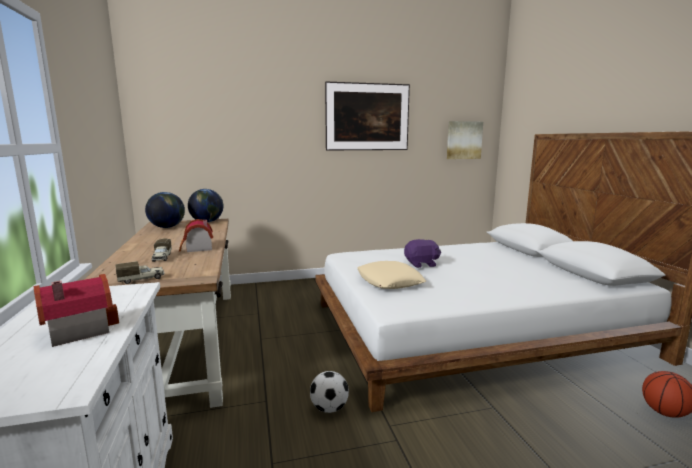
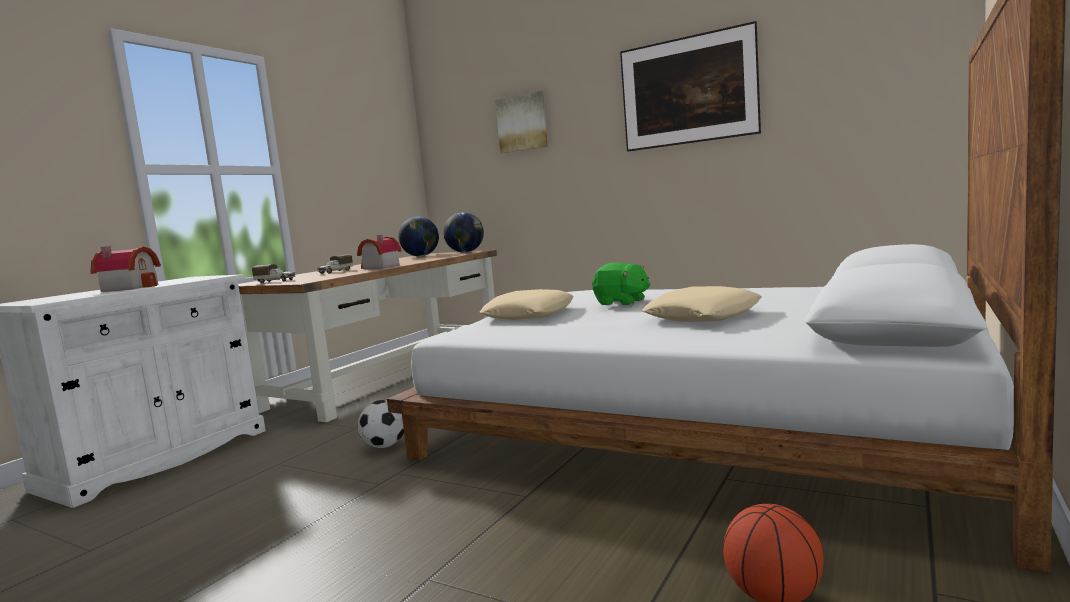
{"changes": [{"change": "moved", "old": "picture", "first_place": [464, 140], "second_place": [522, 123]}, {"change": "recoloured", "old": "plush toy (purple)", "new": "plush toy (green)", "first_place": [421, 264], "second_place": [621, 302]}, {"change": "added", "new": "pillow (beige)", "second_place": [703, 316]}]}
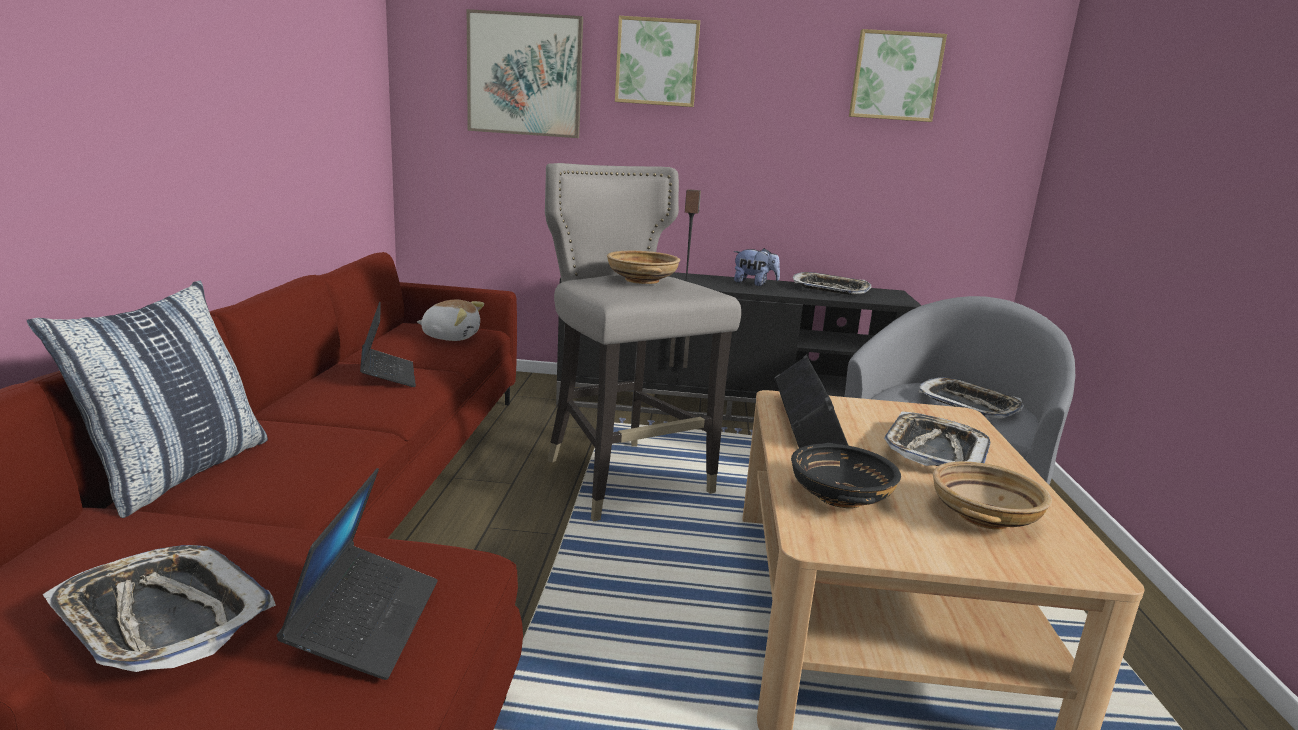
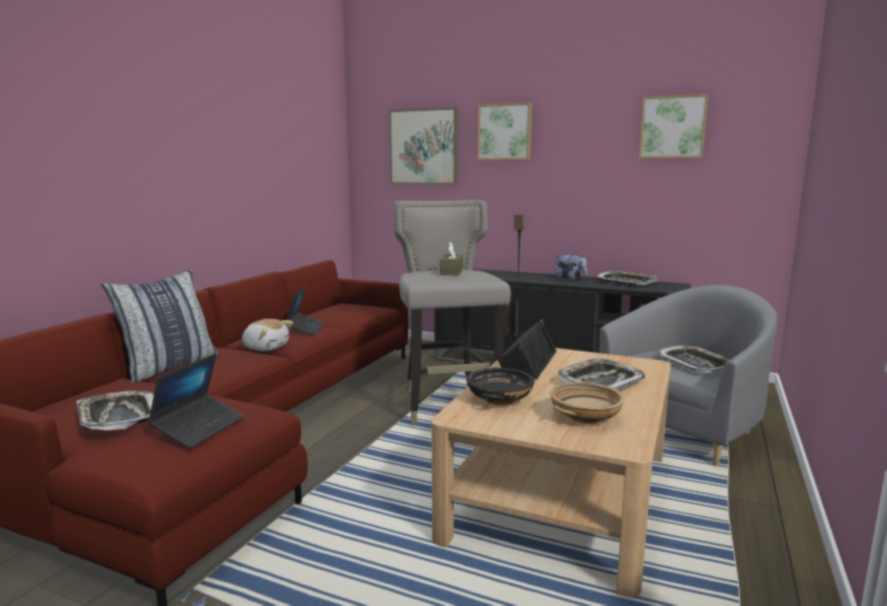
{"changes": [{"change": "moved", "old": "plush toy", "first_place": [451, 337], "second_place": [266, 347]}, {"change": "replaced", "old": "bowl (beige)", "new": "tissue box (brown)", "first_place": [642, 280], "second_place": [451, 272]}]}
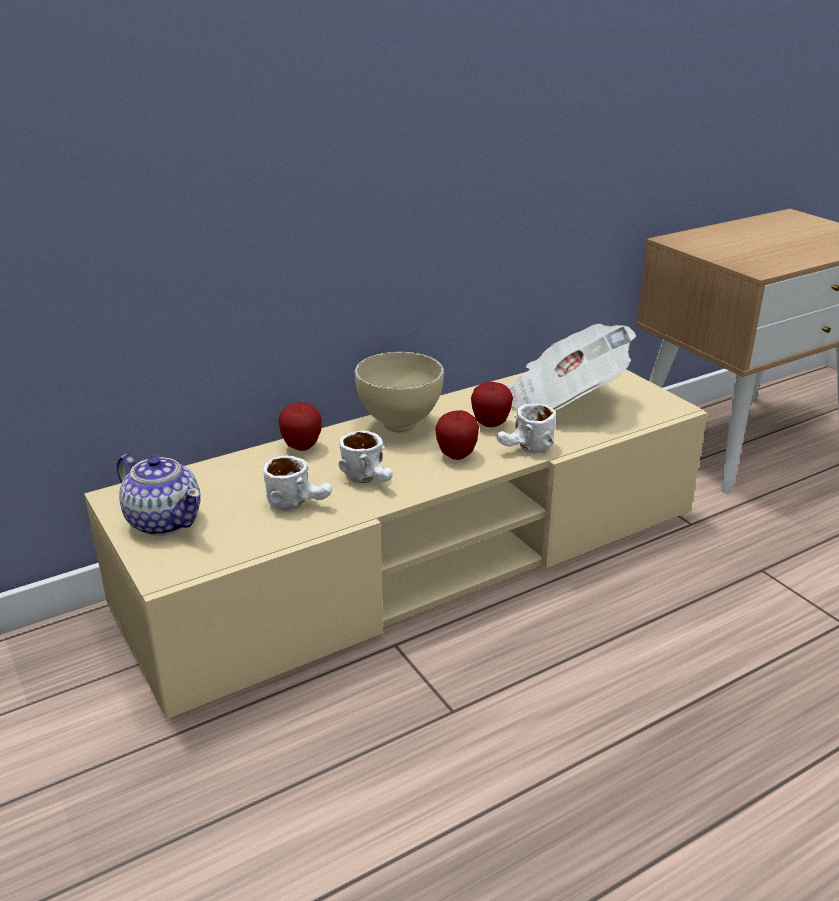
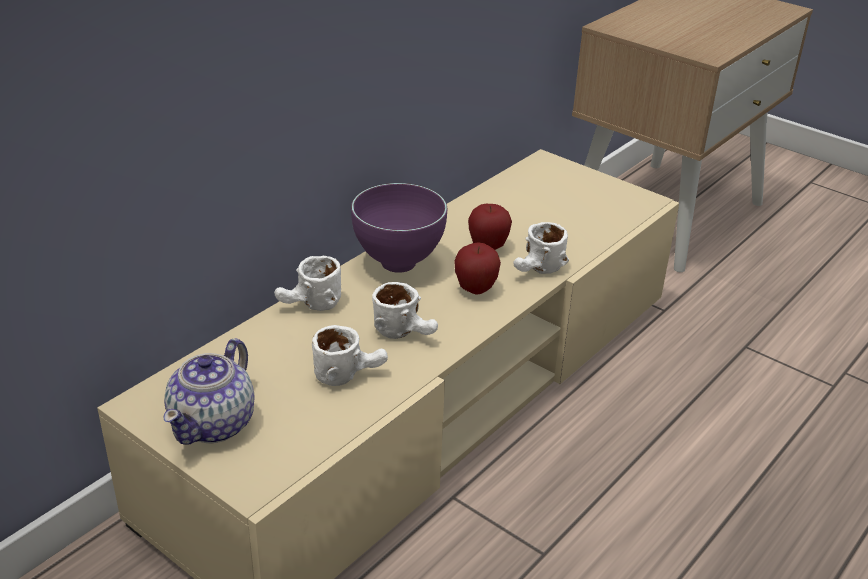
{"changes": [{"change": "turned", "old": "teapot", "first_place": [164, 520], "second_place": [214, 423], "degrees": 90}, {"change": "replaced", "old": "apple", "new": "mug (white)", "first_place": [301, 447], "second_place": [310, 306]}, {"change": "recoloured", "old": "bowl (beige)", "new": "bowl (purple)", "first_place": [398, 427], "second_place": [397, 266]}, {"change": "removed", "old": "newspaper", "first_place": [561, 401]}]}
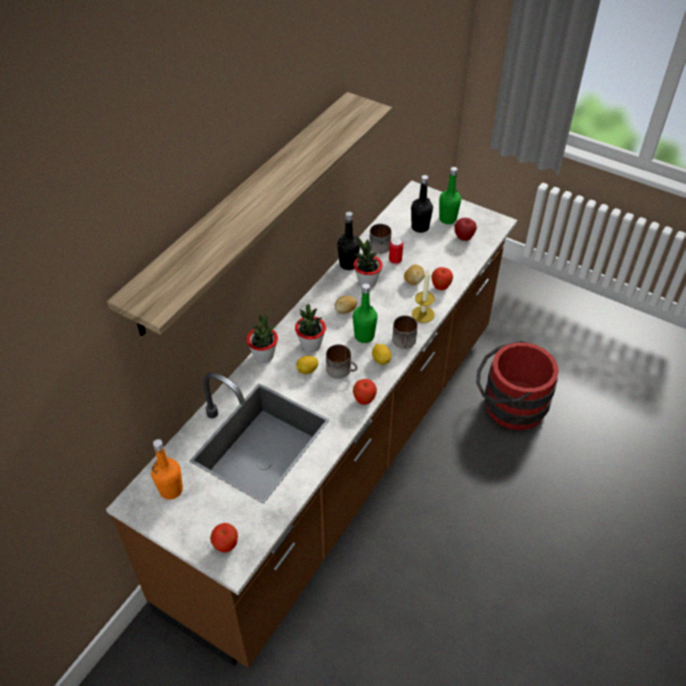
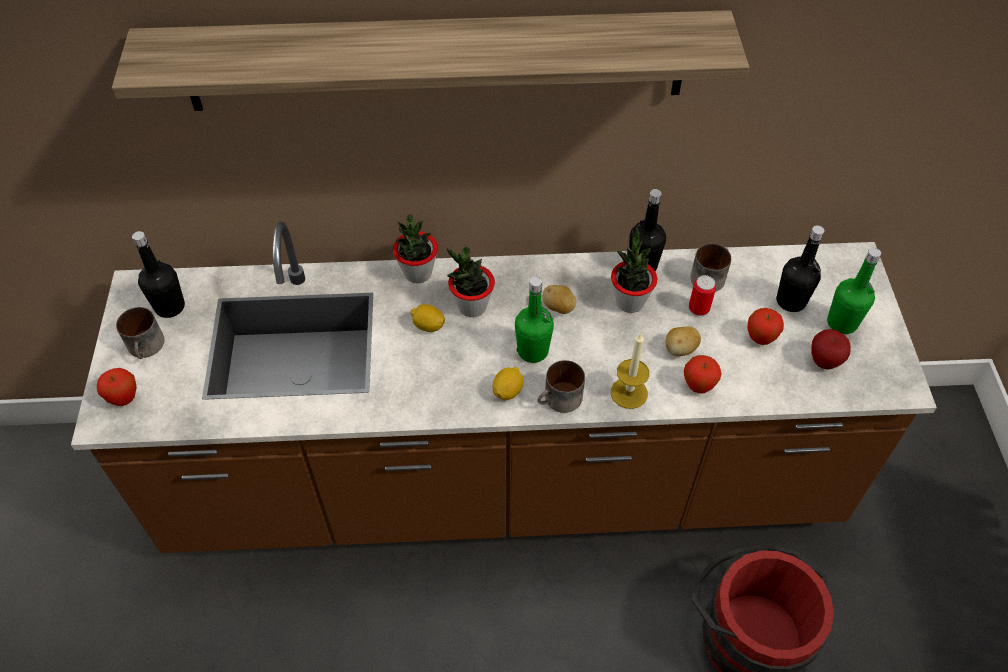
{"changes": [{"change": "moved", "old": "mug", "first_place": [342, 369], "second_place": [147, 347]}, {"change": "recoloured", "old": "bottle (orange)", "new": "bottle (black)", "first_place": [171, 490], "second_place": [170, 307]}, {"change": "moved", "old": "apple", "first_place": [364, 400], "second_place": [760, 338]}]}
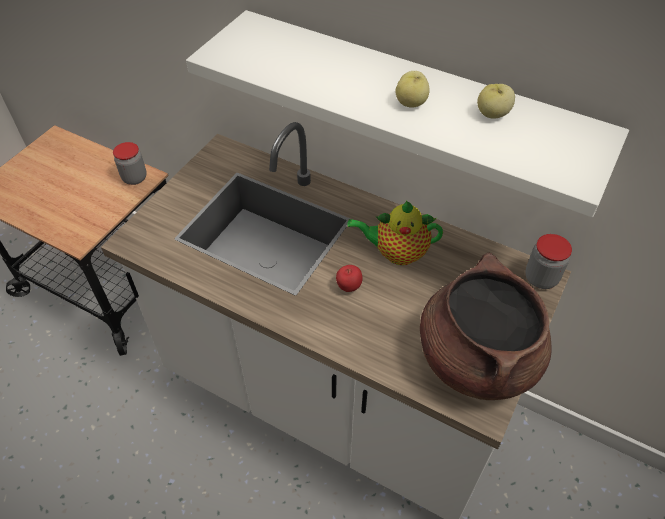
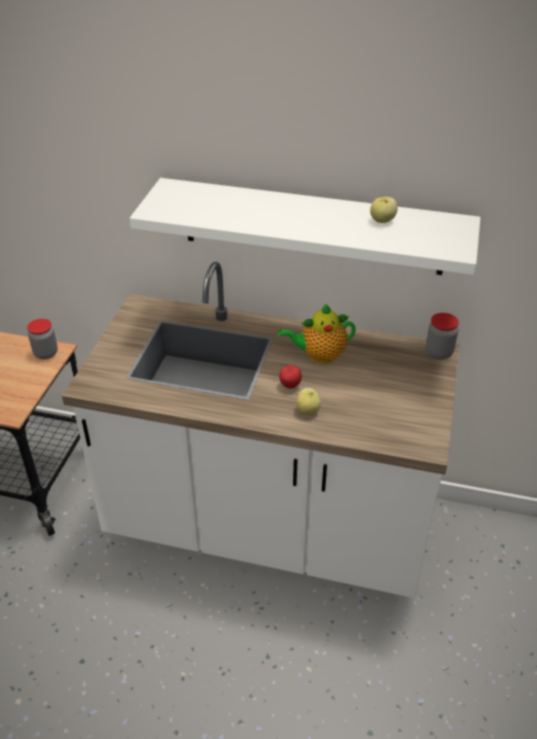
{"changes": [{"change": "moved", "old": "apple", "first_place": [411, 103], "second_place": [308, 410]}, {"change": "removed", "old": "cooking pot (brown)", "first_place": [476, 358]}]}
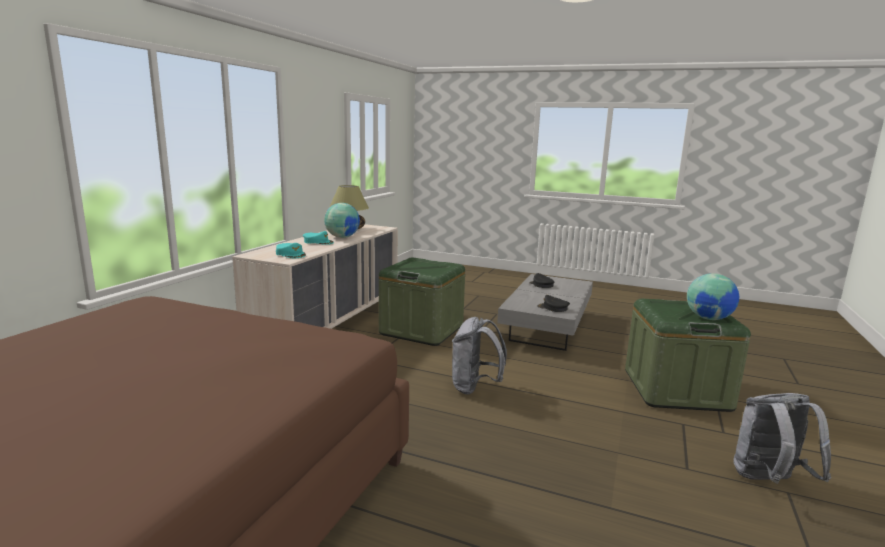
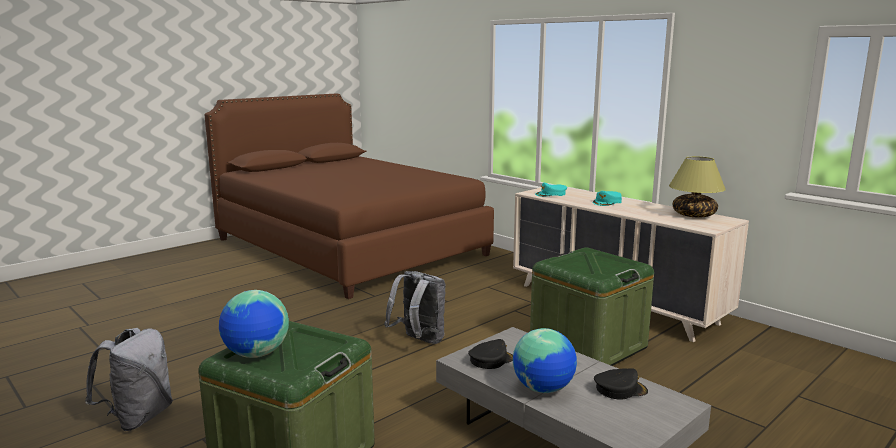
{"changes": [{"change": "moved", "old": "globe", "first_place": [342, 237], "second_place": [543, 389]}]}
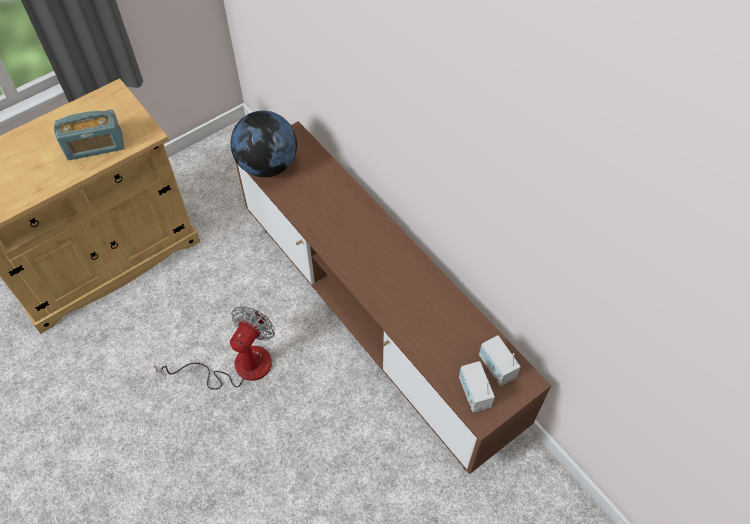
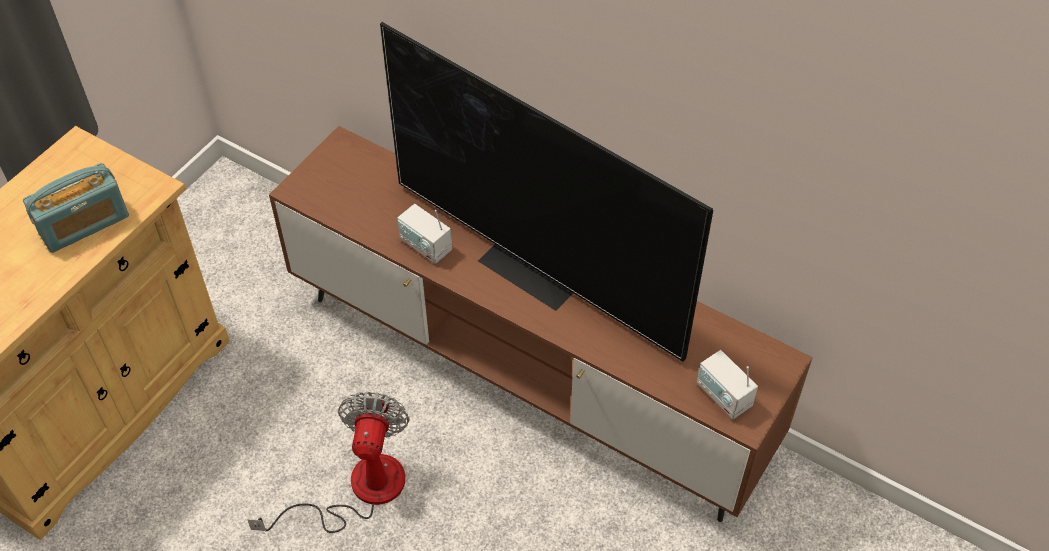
{"changes": [{"change": "added", "new": "television", "second_place": [535, 269]}, {"change": "moved", "old": "radio", "first_place": [496, 367], "second_place": [425, 246]}, {"change": "removed", "old": "globe", "first_place": [267, 165]}]}
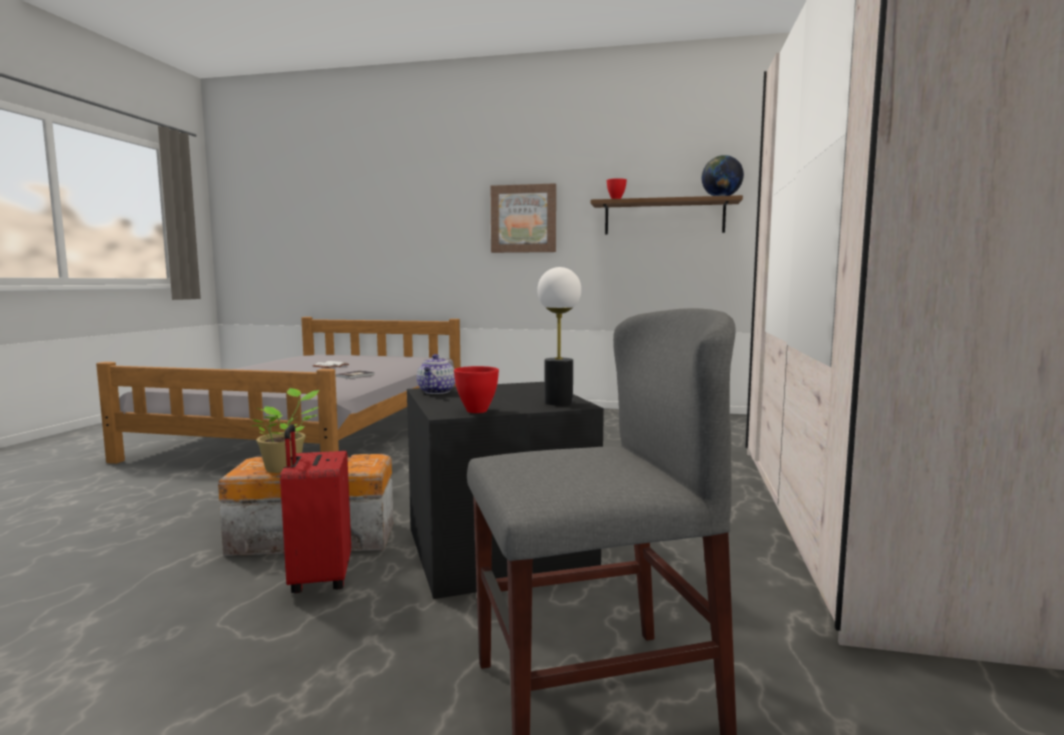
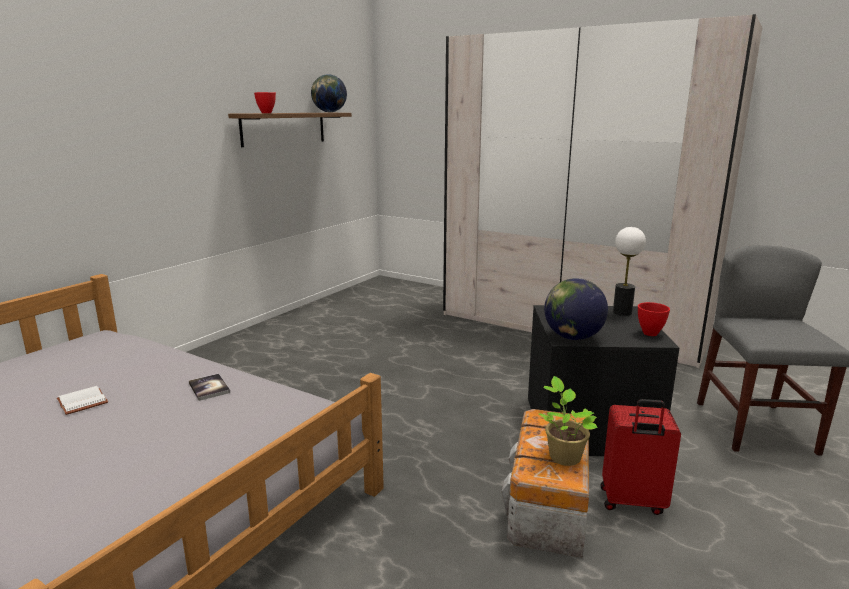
{"changes": [{"change": "replaced", "old": "teapot", "new": "globe", "first_place": [436, 392], "second_place": [573, 337]}, {"change": "removed", "old": "picture", "first_place": [523, 219]}]}
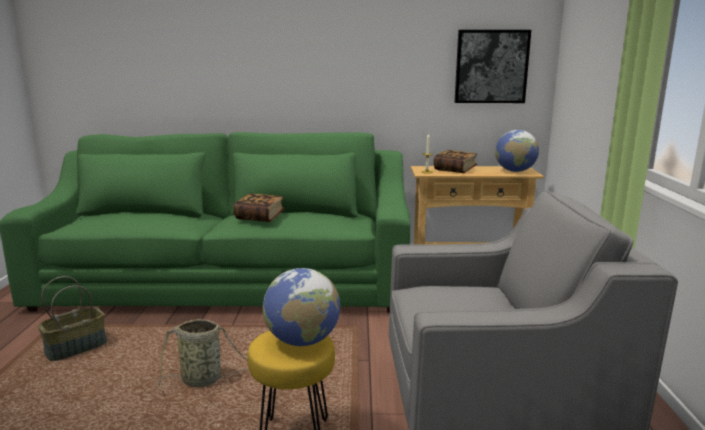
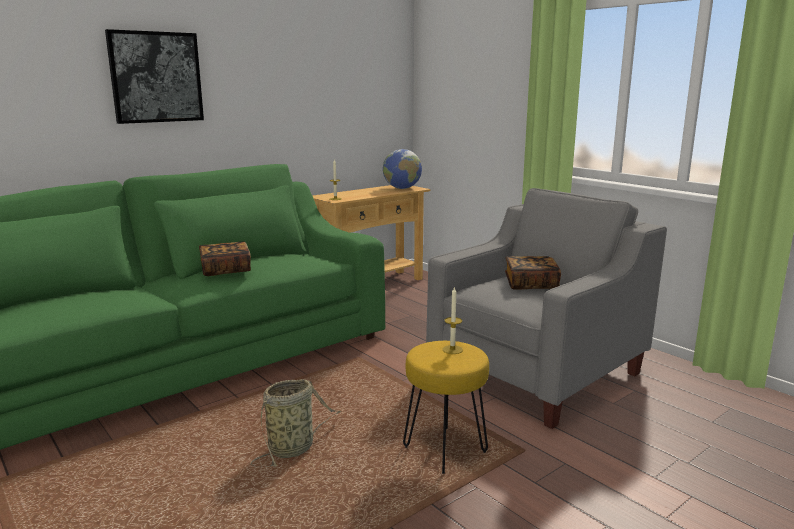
{"changes": [{"change": "moved", "old": "picture", "first_place": [491, 67], "second_place": [156, 77]}, {"change": "replaced", "old": "globe", "new": "candle", "first_place": [302, 341], "second_place": [452, 349]}, {"change": "moved", "old": "book", "first_place": [455, 170], "second_place": [531, 284]}, {"change": "removed", "old": "basket", "first_place": [76, 347]}]}
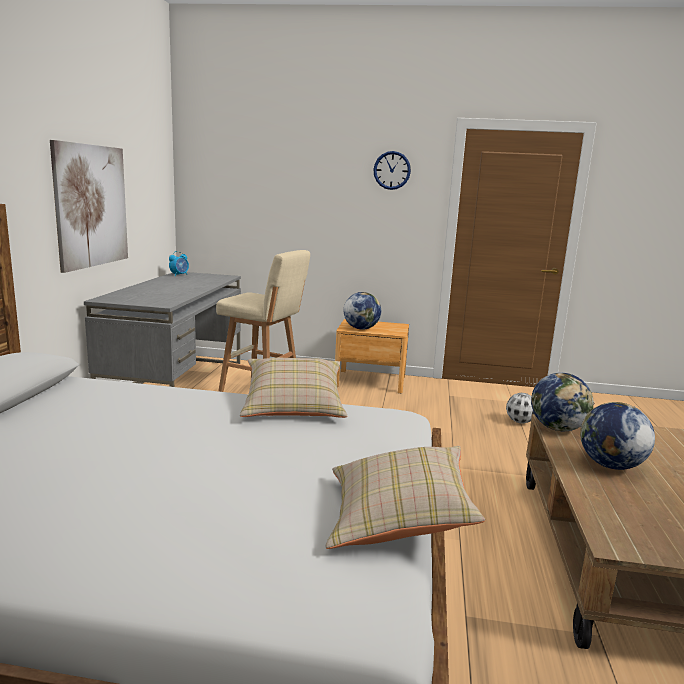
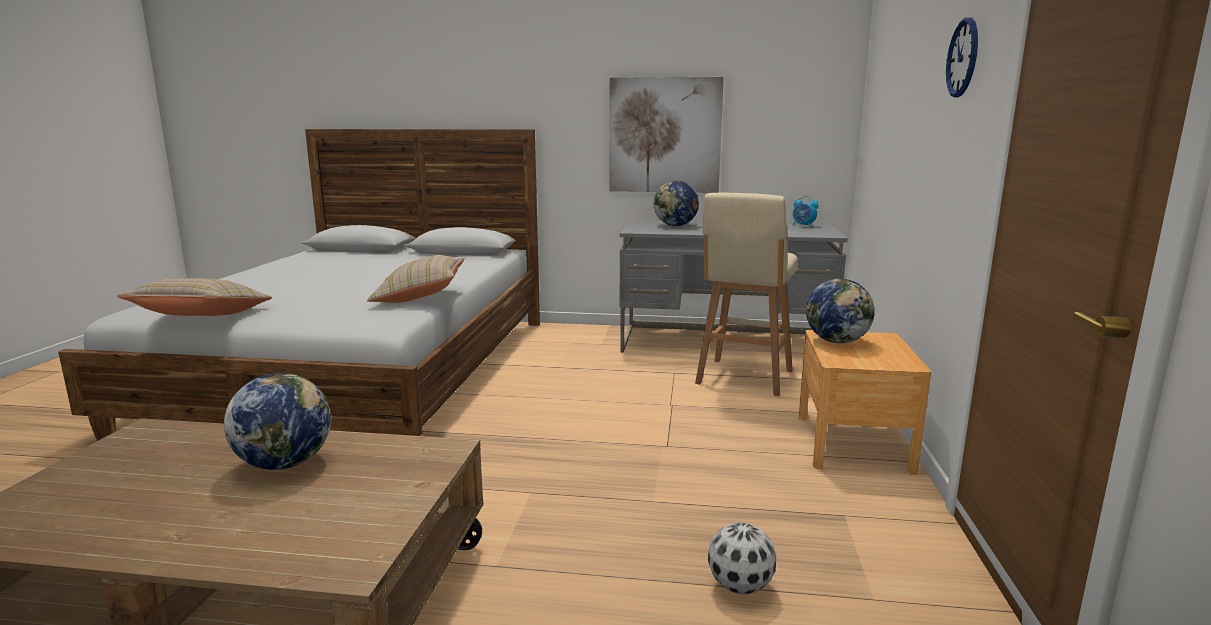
{"changes": [{"change": "moved", "old": "globe", "first_place": [558, 428], "second_place": [675, 225]}]}
